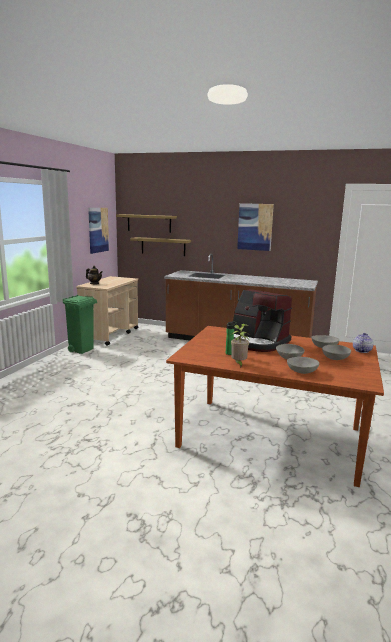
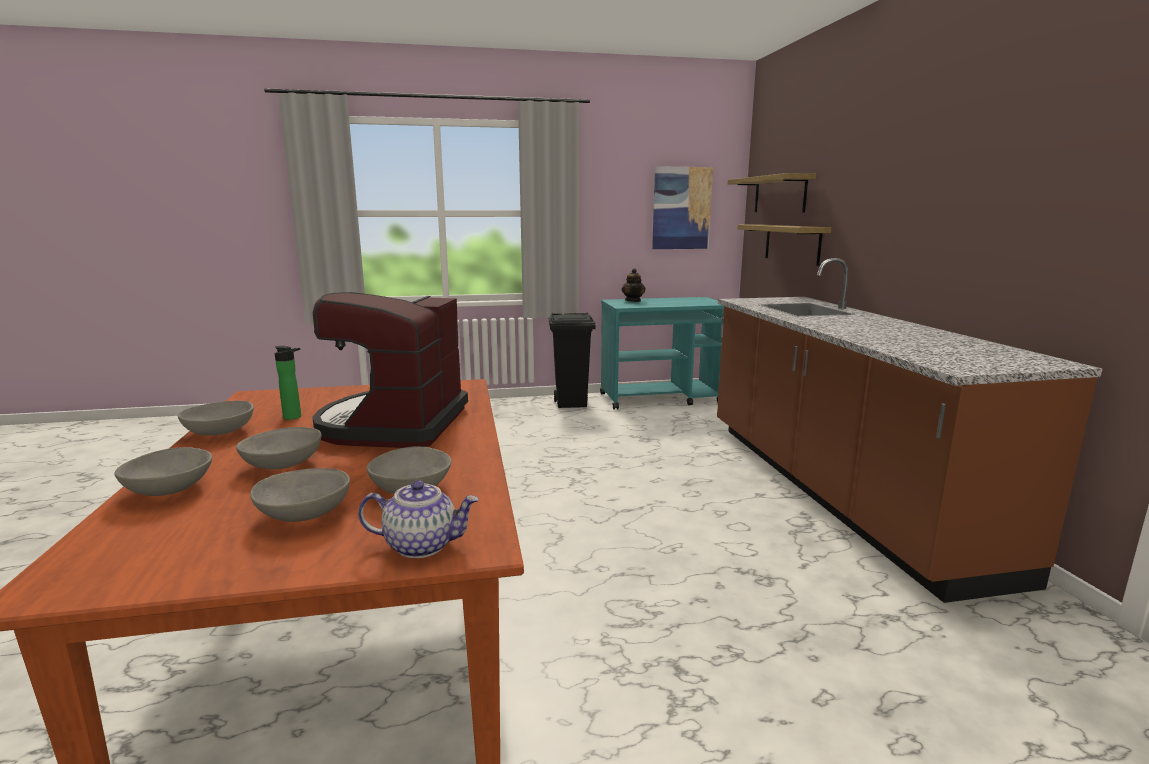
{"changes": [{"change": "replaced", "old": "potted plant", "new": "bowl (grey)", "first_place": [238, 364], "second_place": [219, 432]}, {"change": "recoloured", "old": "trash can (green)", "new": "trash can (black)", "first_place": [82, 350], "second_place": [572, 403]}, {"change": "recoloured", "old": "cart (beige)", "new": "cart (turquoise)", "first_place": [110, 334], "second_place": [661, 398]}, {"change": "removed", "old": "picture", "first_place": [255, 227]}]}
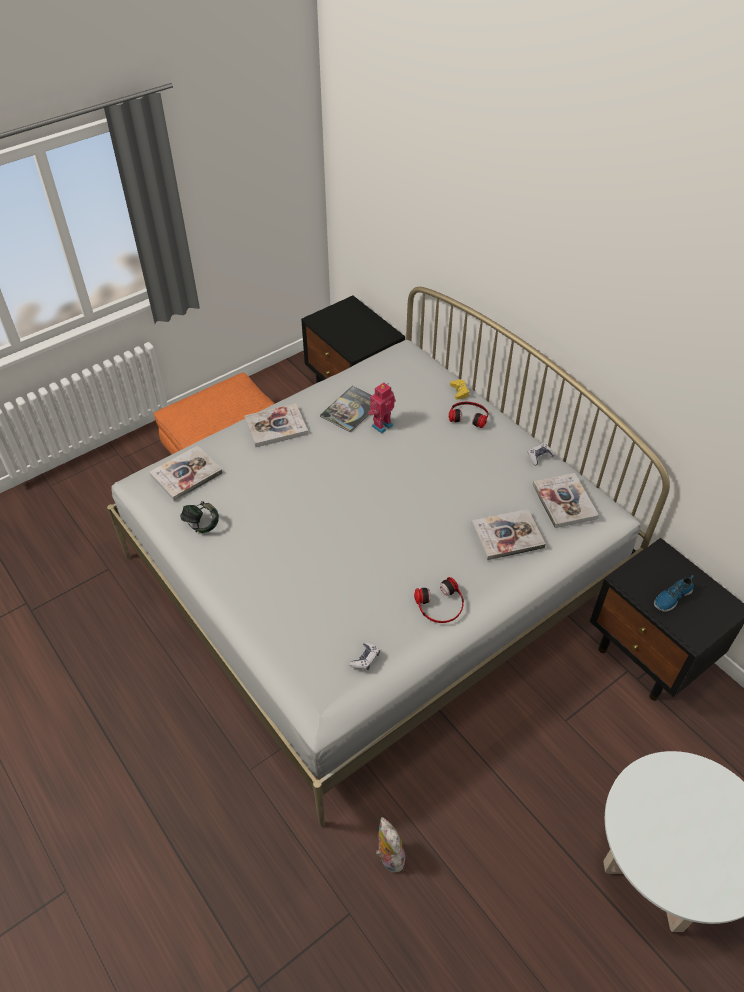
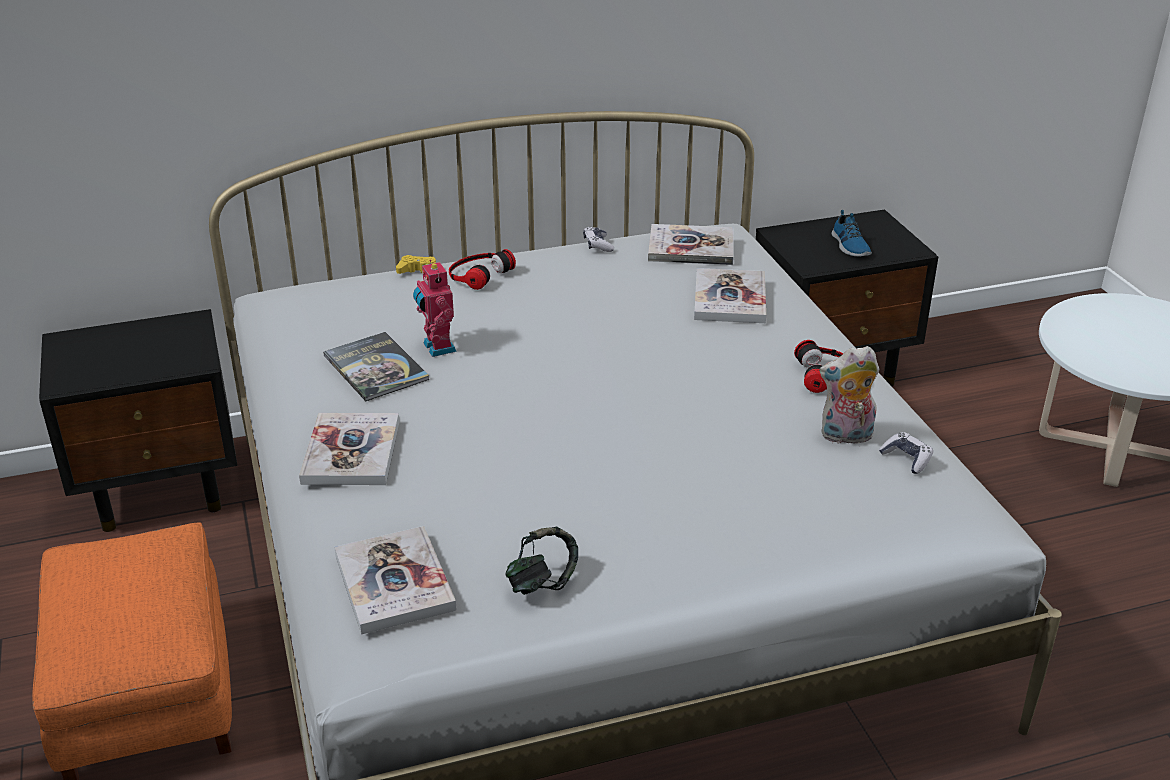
{"changes": [{"change": "moved", "old": "plush toy", "first_place": [388, 856], "second_place": [845, 437]}]}
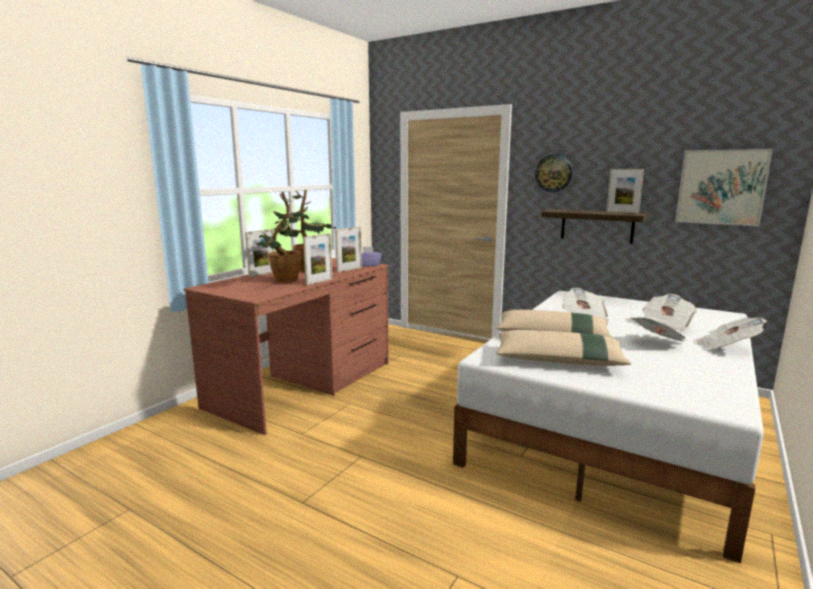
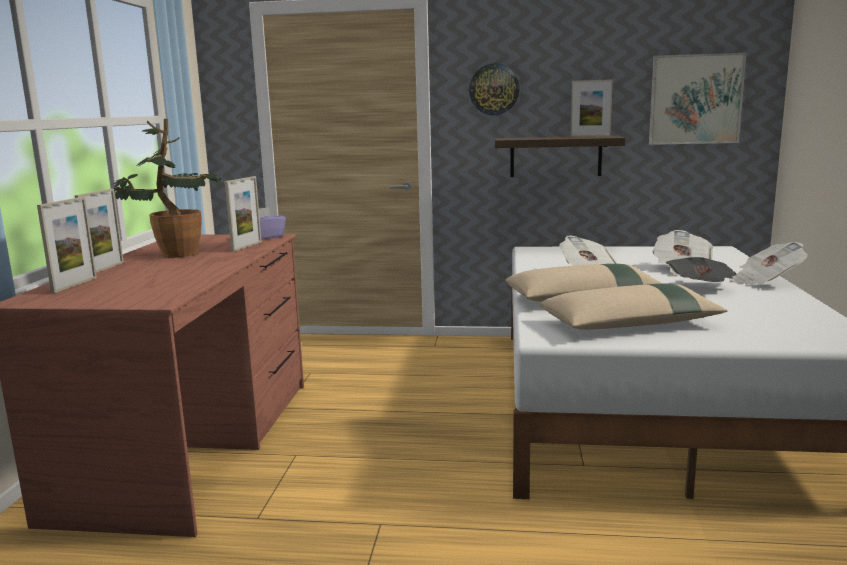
{"changes": [{"change": "moved", "old": "picture frame", "first_place": [319, 282], "second_place": [75, 285]}, {"change": "removed", "old": "potted plant", "first_place": [282, 281]}]}
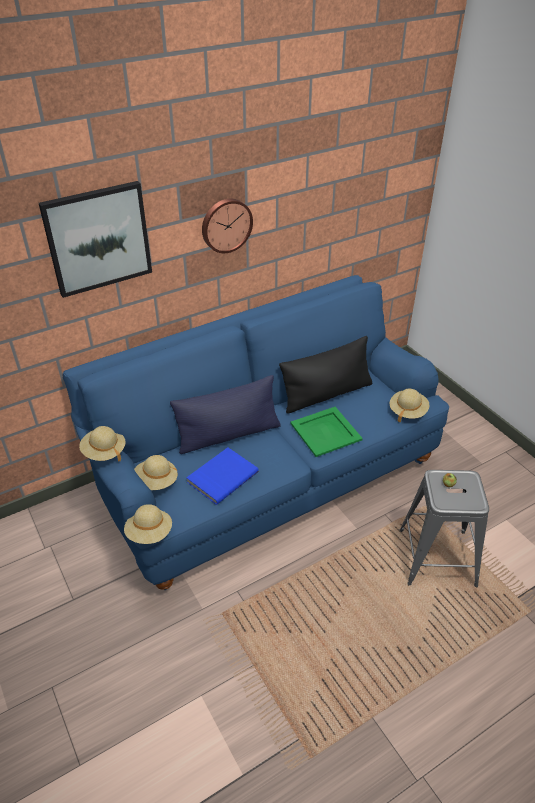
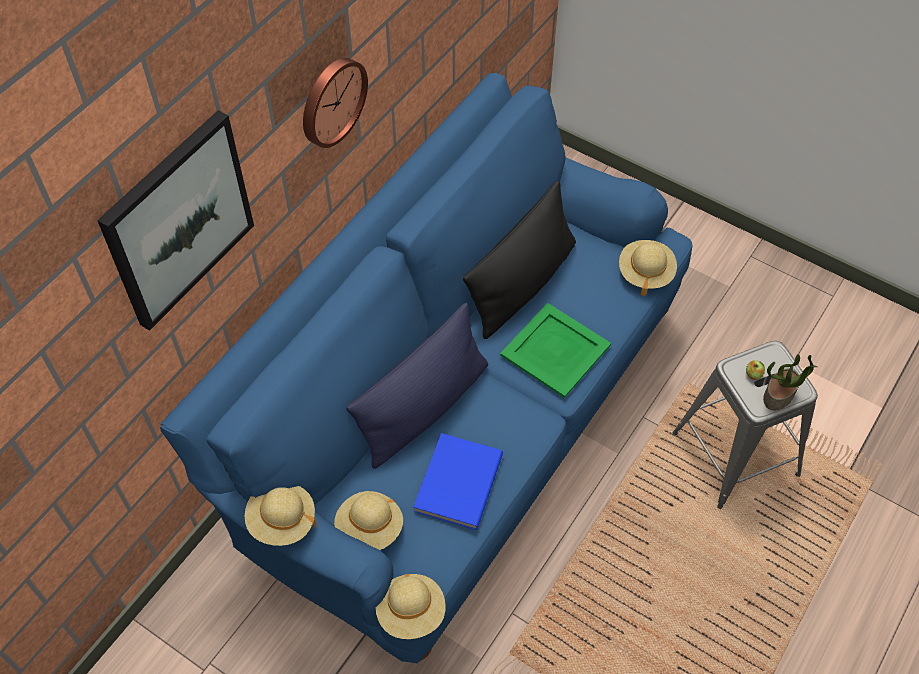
{"changes": [{"change": "added", "new": "potted plant", "second_place": [779, 395]}]}
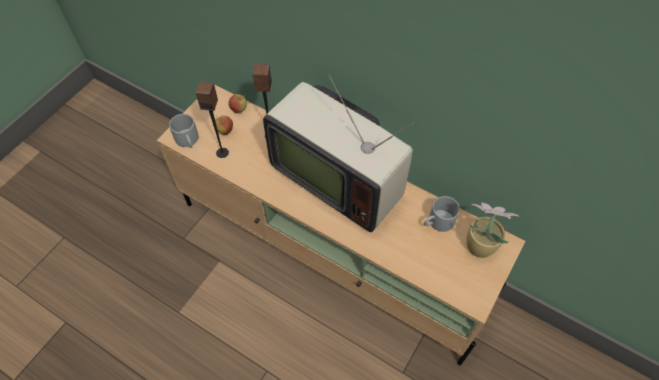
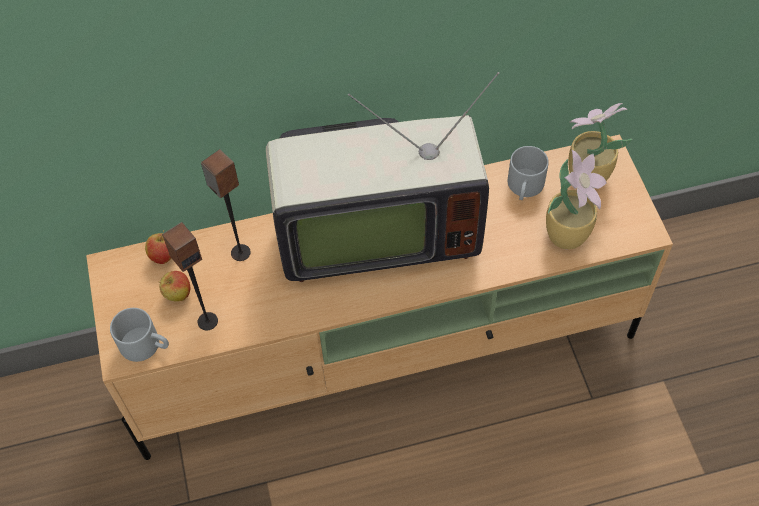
{"changes": [{"change": "added", "new": "potted plant", "second_place": [568, 233]}]}
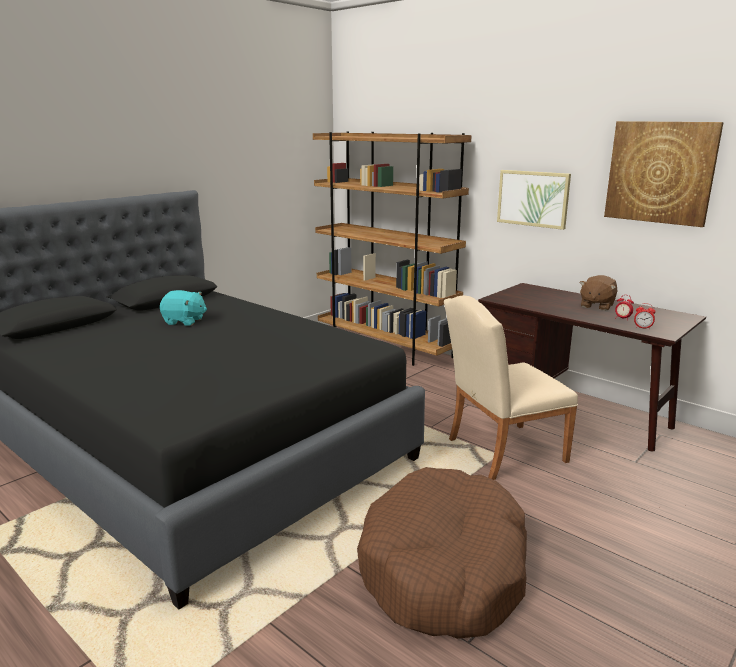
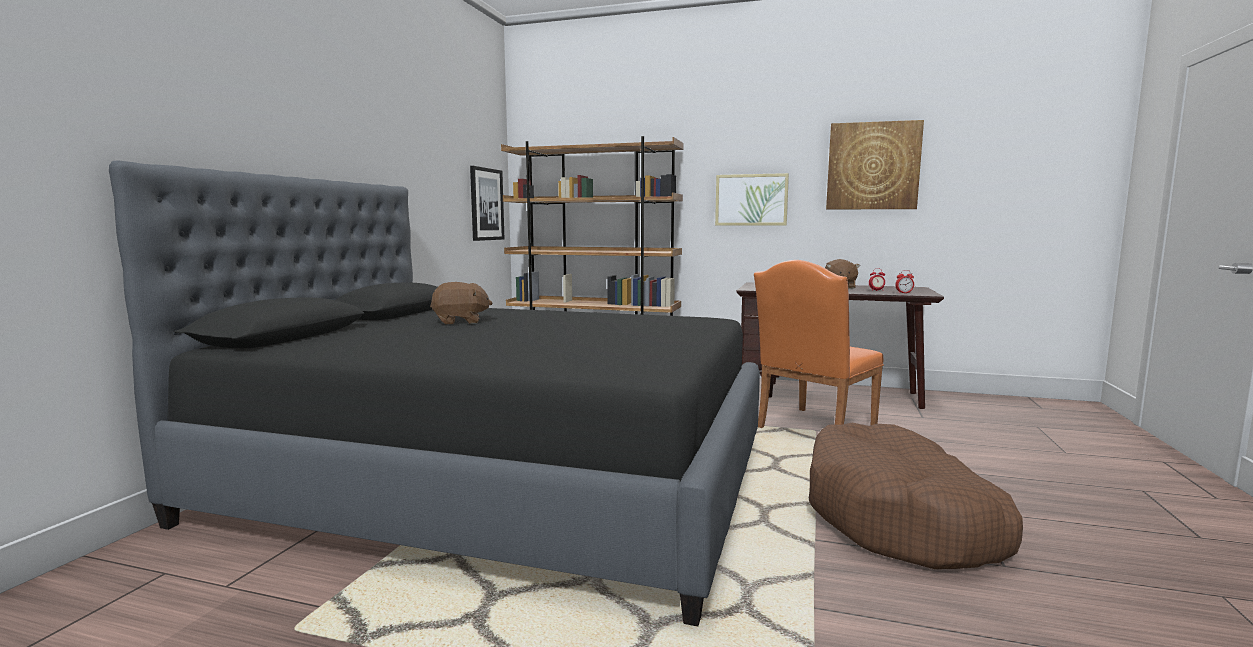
{"changes": [{"change": "recoloured", "old": "plush toy (turquoise)", "new": "plush toy (brown)", "first_place": [184, 321], "second_place": [460, 322]}, {"change": "added", "new": "picture", "second_place": [486, 204]}, {"change": "recoloured", "old": "chair (beige)", "new": "chair (orange)", "first_place": [499, 452], "second_place": [812, 429]}]}
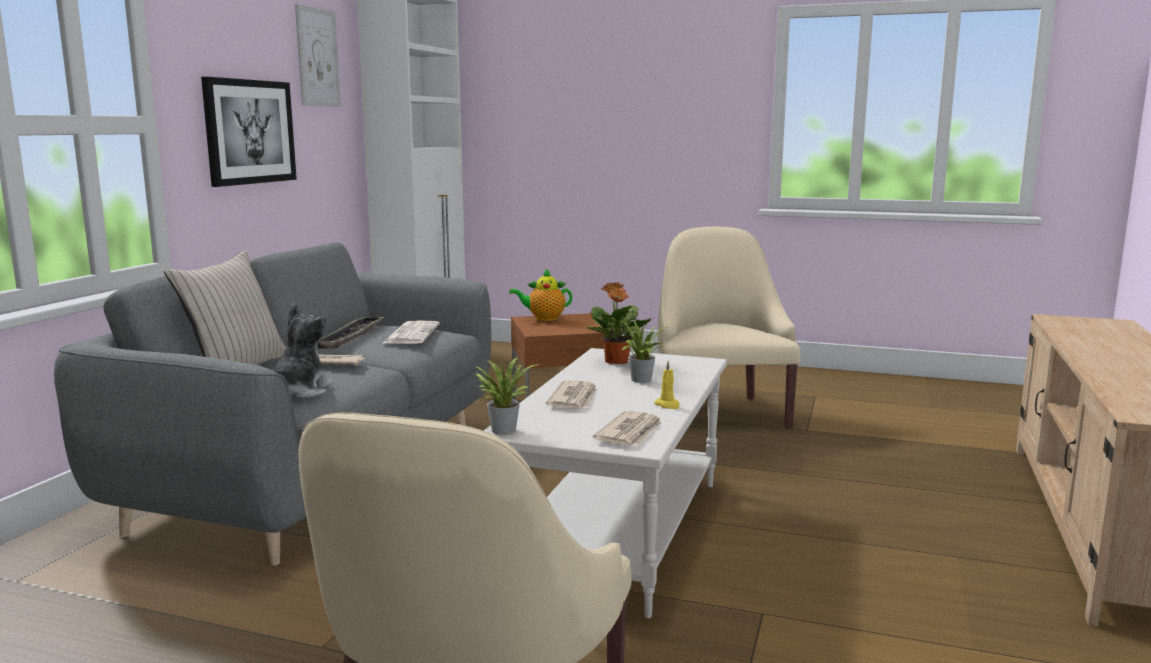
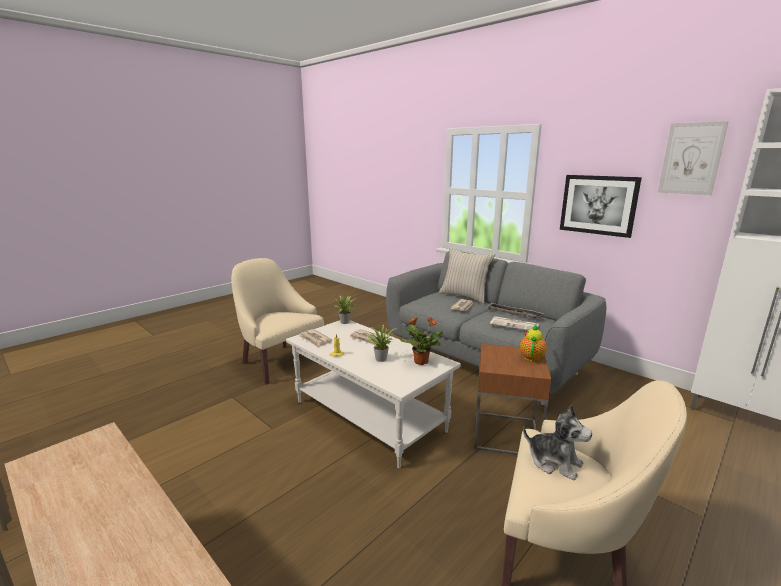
{"changes": [{"change": "moved", "old": "plush toy", "first_place": [300, 391], "second_place": [554, 462]}]}
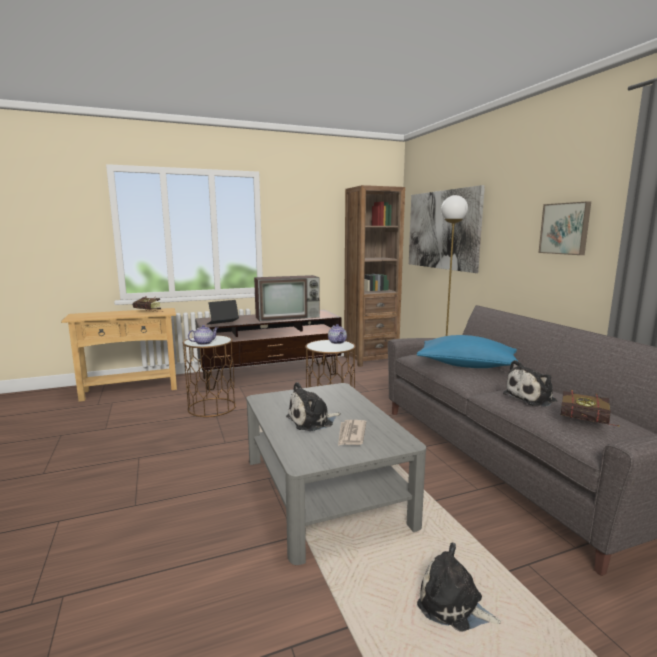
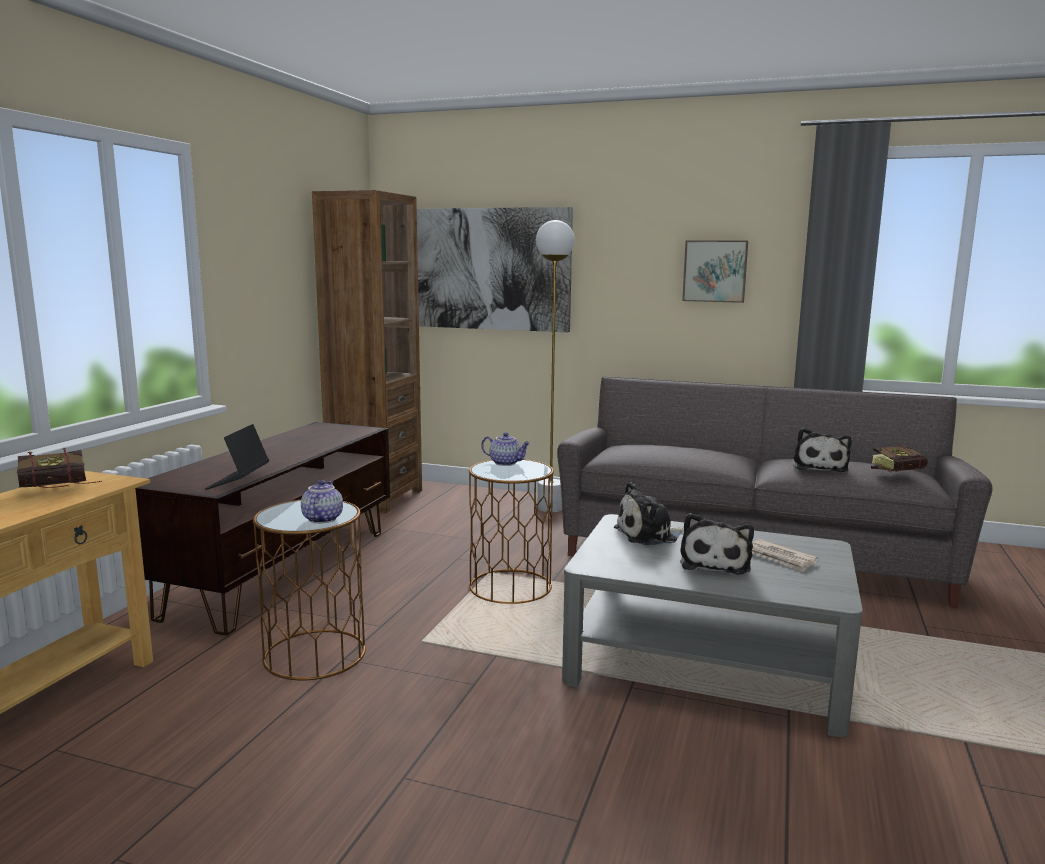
{"changes": [{"change": "moved", "old": "plush toy", "first_place": [454, 605], "second_place": [649, 535]}, {"change": "removed", "old": "television", "first_place": [288, 317]}, {"change": "removed", "old": "pillow (blue)", "first_place": [466, 365]}]}
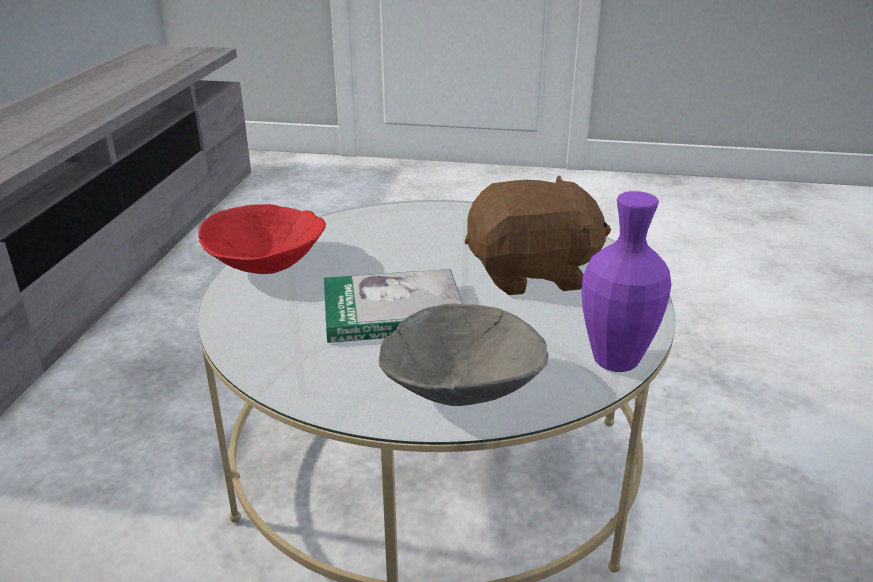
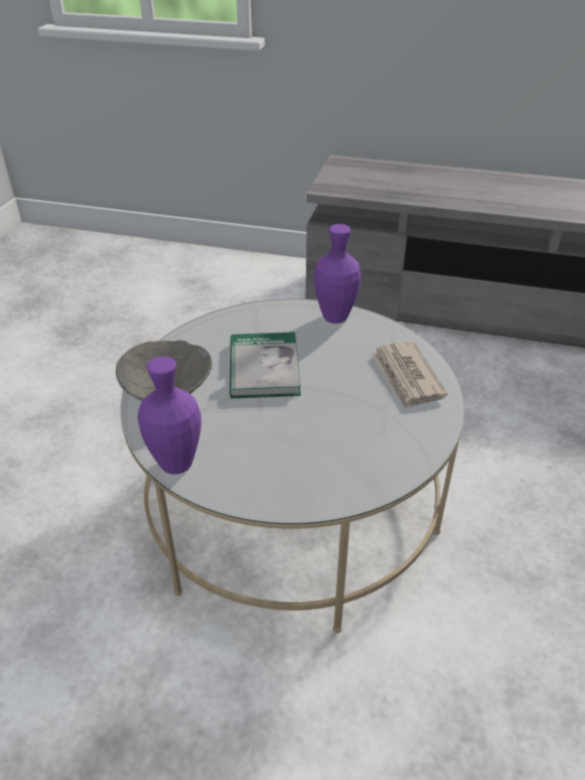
{"changes": [{"change": "replaced", "old": "bowl (red)", "new": "vase (purple)", "first_place": [267, 265], "second_place": [335, 317]}, {"change": "added", "new": "newspaper", "second_place": [407, 377]}, {"change": "removed", "old": "plush toy (brown)", "first_place": [532, 274]}]}
